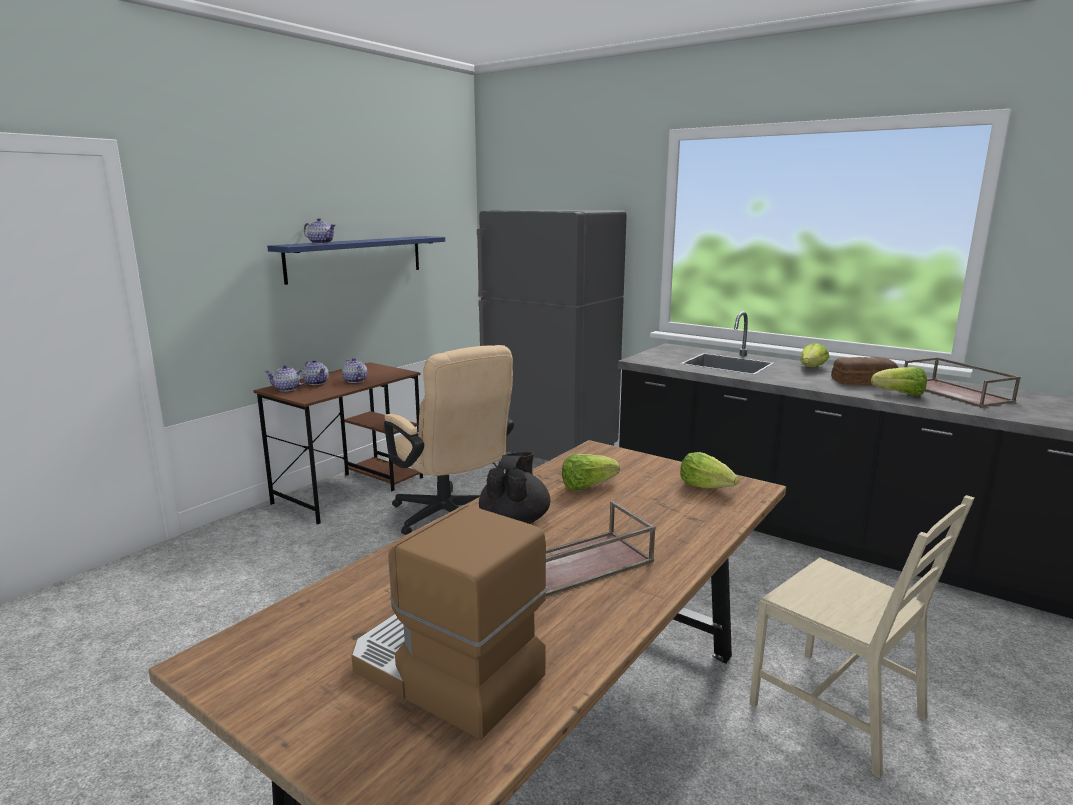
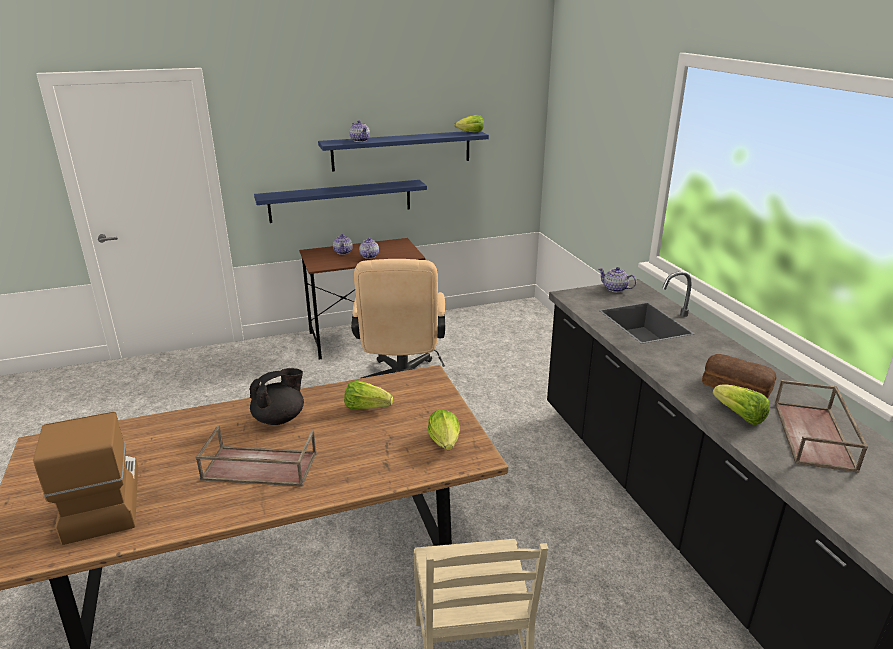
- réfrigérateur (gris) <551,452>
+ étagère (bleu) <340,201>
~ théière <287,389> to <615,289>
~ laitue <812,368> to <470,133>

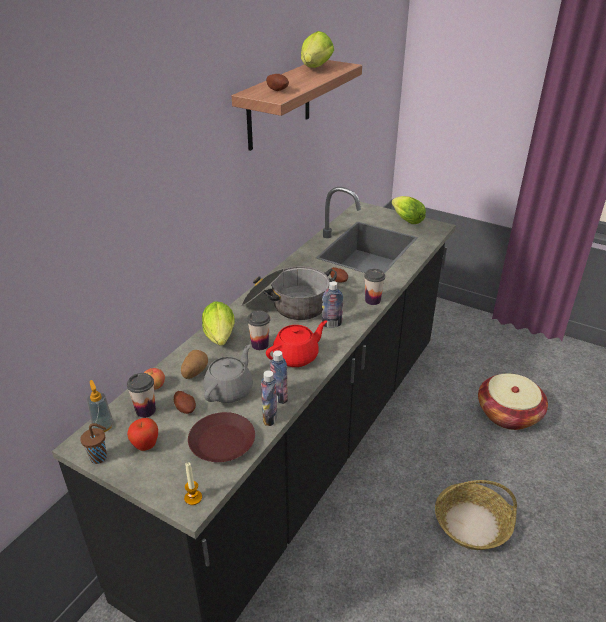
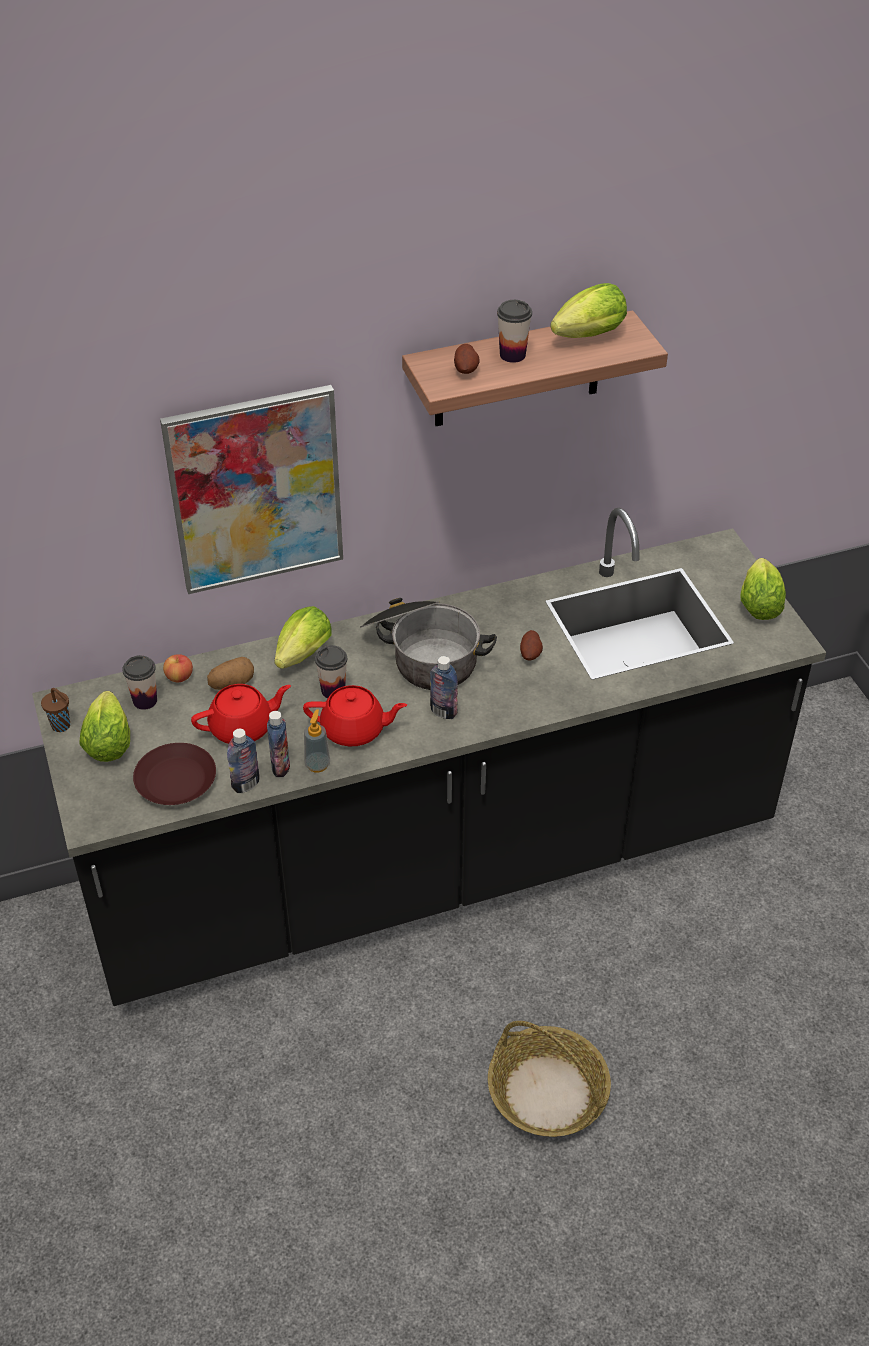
- pomme de terre <185,408>
- bougie <193,498>
- panier <508,414>
+ tableau <256,490>
~ distributeur de savon <103,426> to <317,764>
~ tasse <372,300> to <512,355>
~ pomme <146,446> to laitue <109,740>
~ théière (gris) <230,390> to théière (rouge) <243,727>

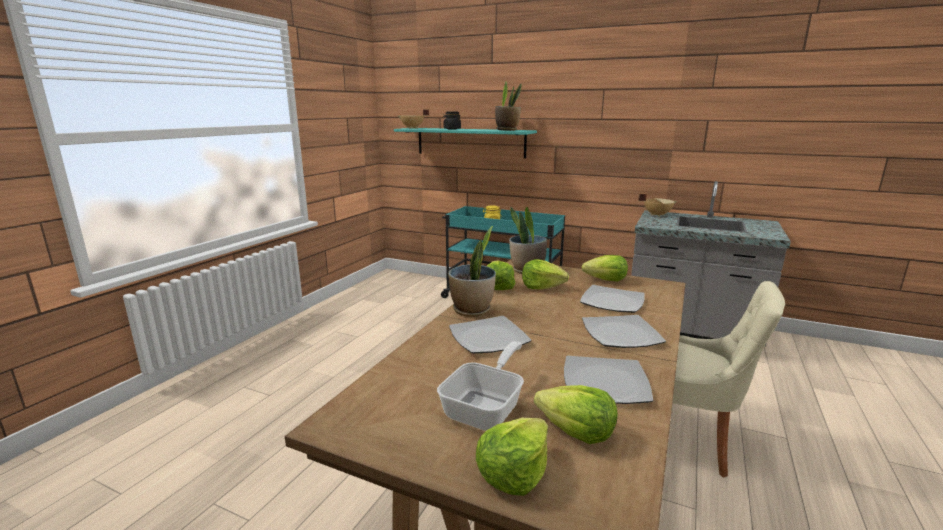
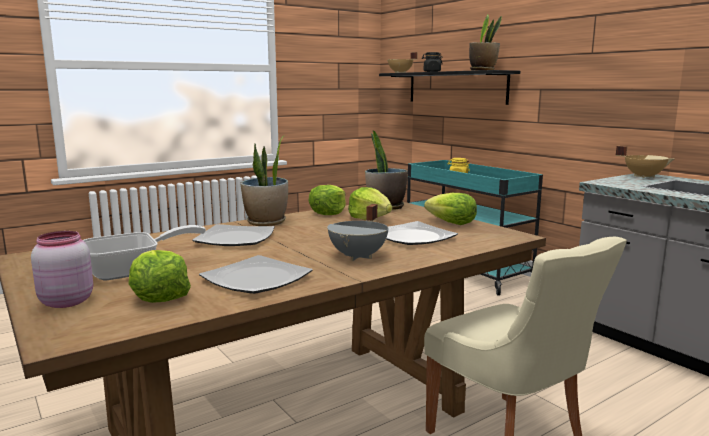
~ laitue <514,472> to bocal (rose) <65,301>
~ assiette <621,334> to marmite (gris) <359,257>
~ étagère (turquoise) <470,142> to étagère (noir) <455,87>

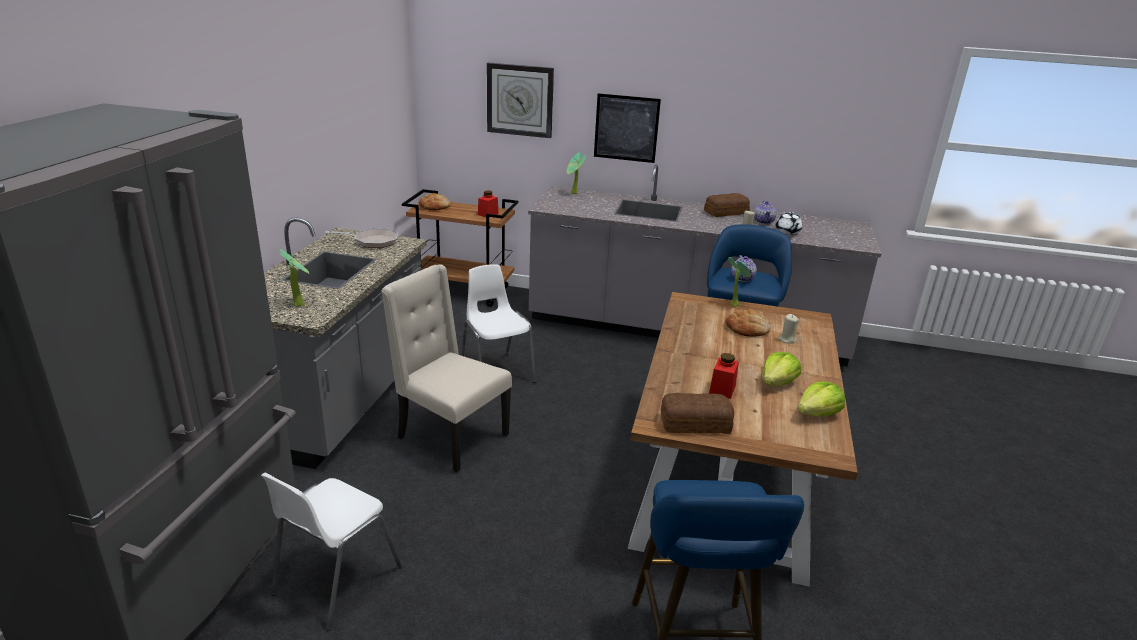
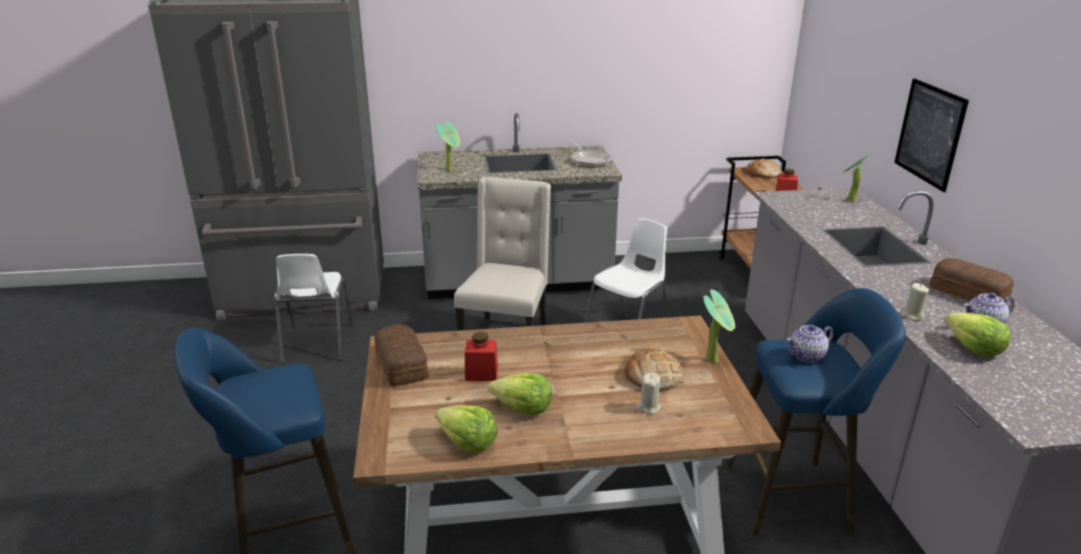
- horloge murale <520,100>
~ théière (blanc) <787,231> to laitue <973,348>
~ chaise (blanc) <335,581> = <316,344> 105 degrees counterclockwise

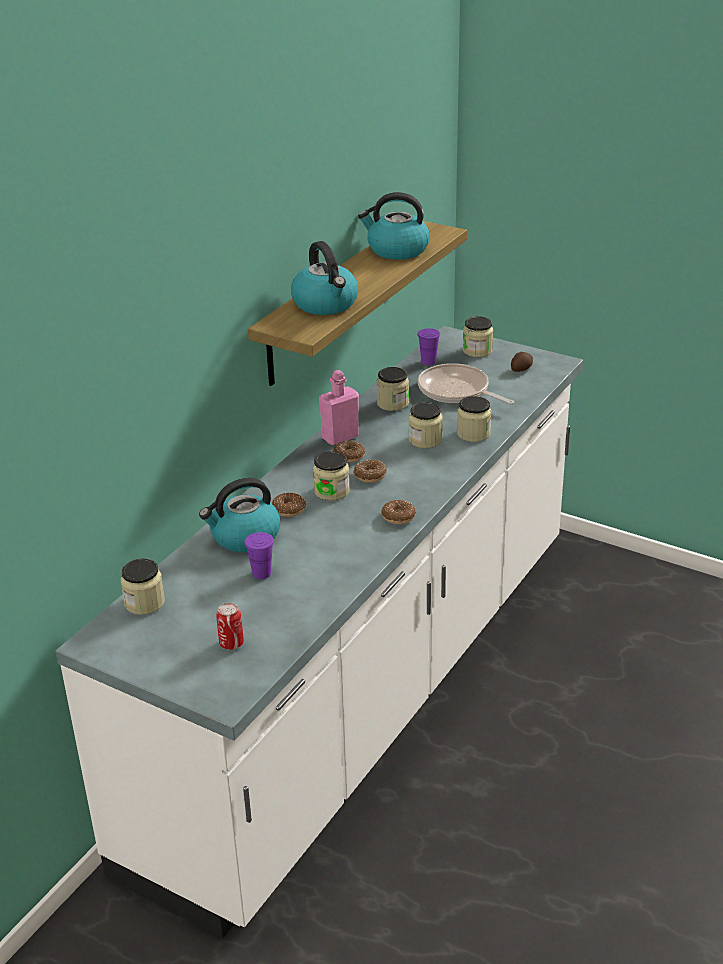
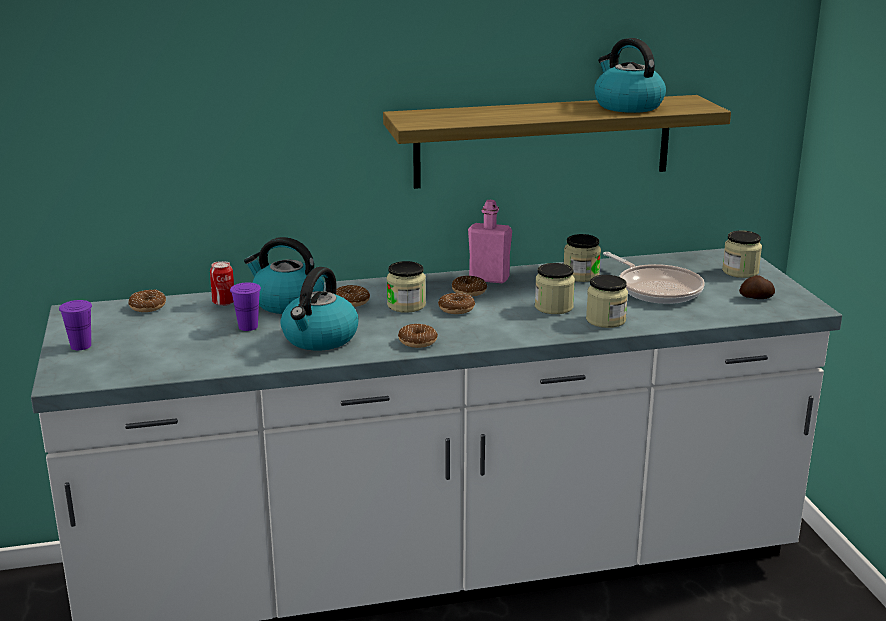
~ boîte métallique <231,643> to <223,302>
~ bouilloire <326,304> to <320,338>
~ tasse (violet) <428,361> to <81,346>
~ bocal <144,603> to beignet <147,307>
~ poêle <456,391> = <656,289> 150 degrees clockwise

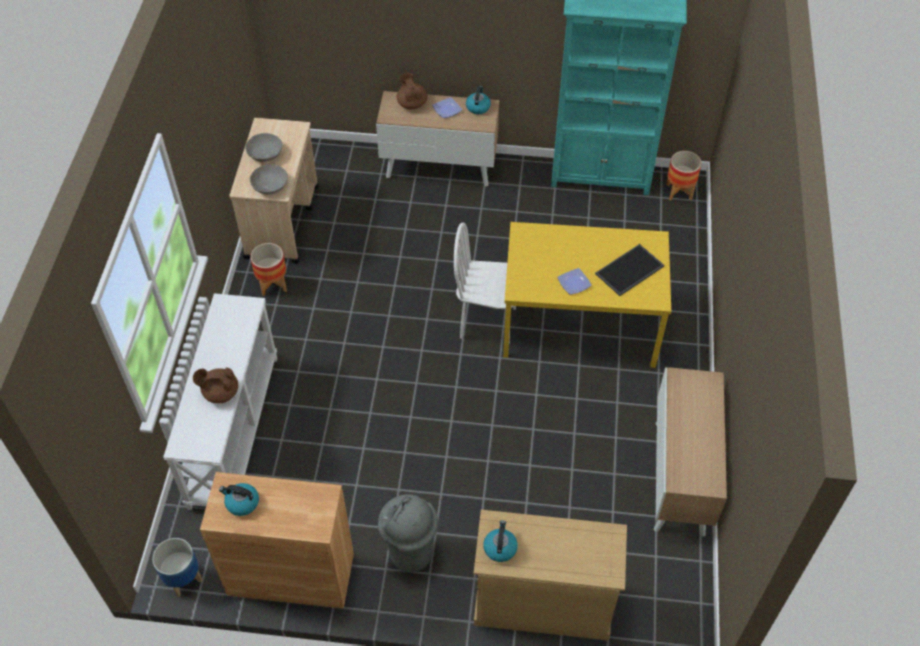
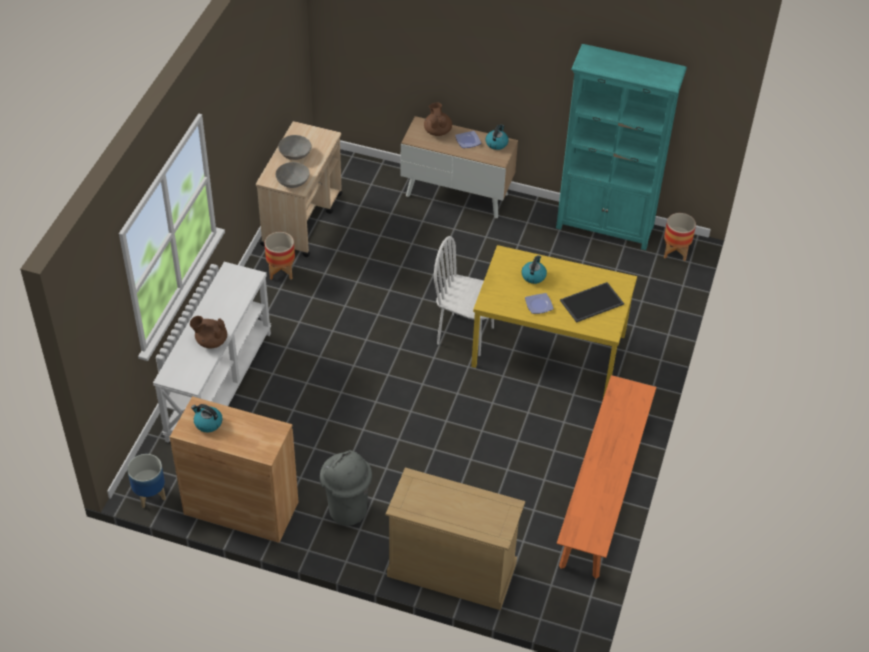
~ bouilloire <500,547> to <533,276>
~ meuble de rangement <680,478> to banc (orange) <602,493>

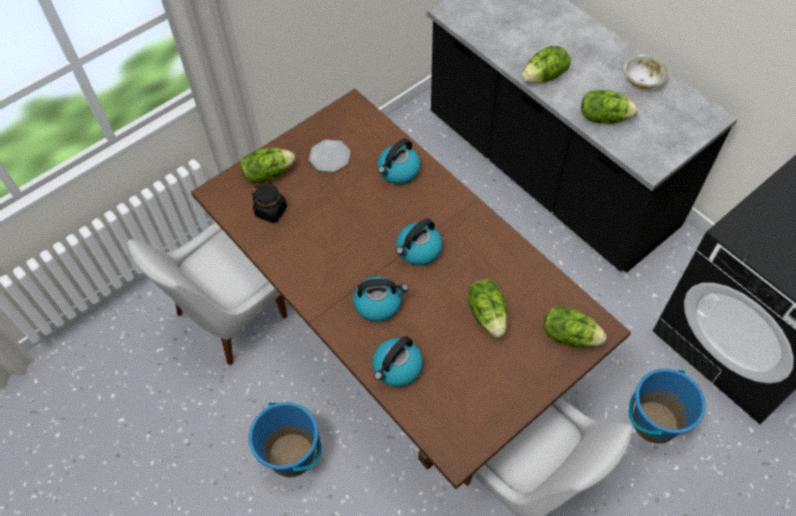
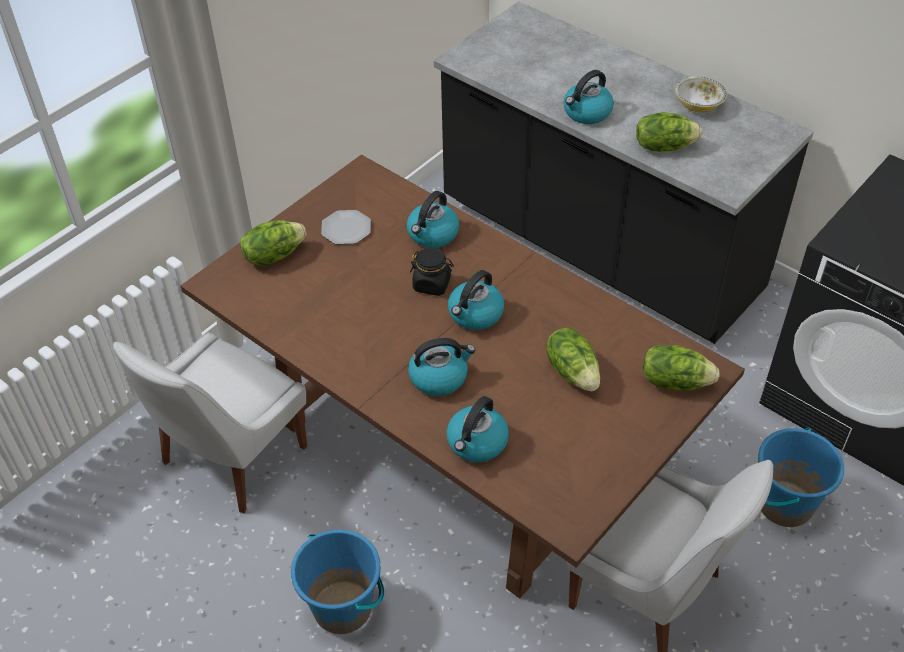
~ bocal (noir) <271,211> to <432,284>
~ laitue <545,77> to bouilloire <586,113>

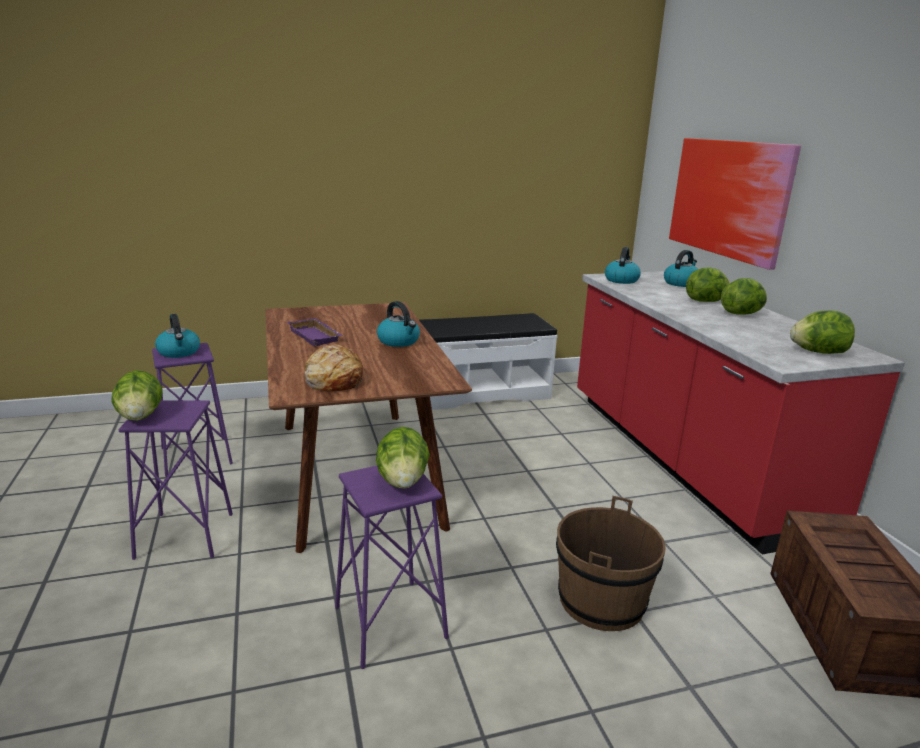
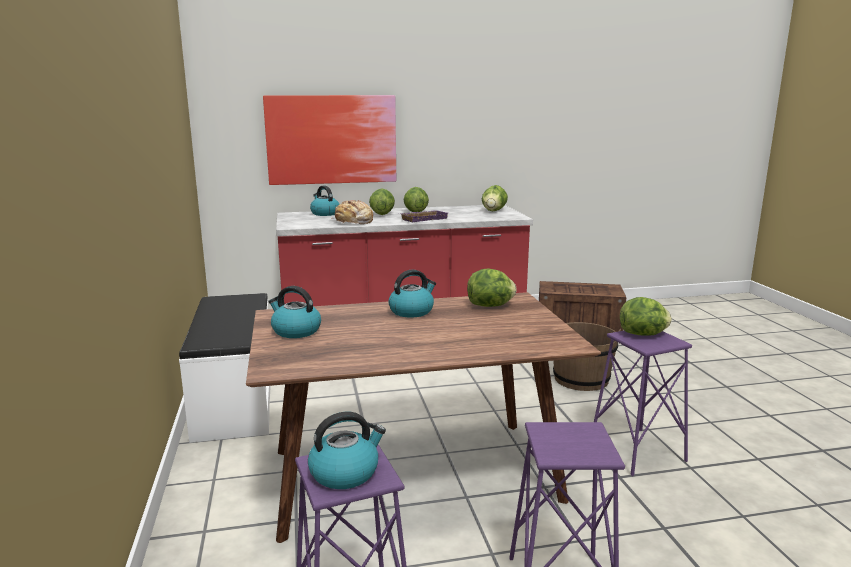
~ laitue <141,416> to <490,306>
~ plateau (violet) <316,336> to <424,219>
~ pain <334,380> to <353,222>
~ bouilloire <621,280> to <295,331>

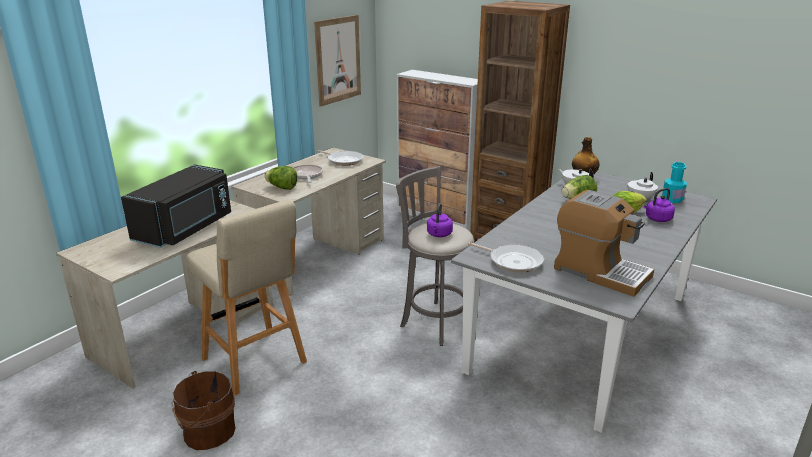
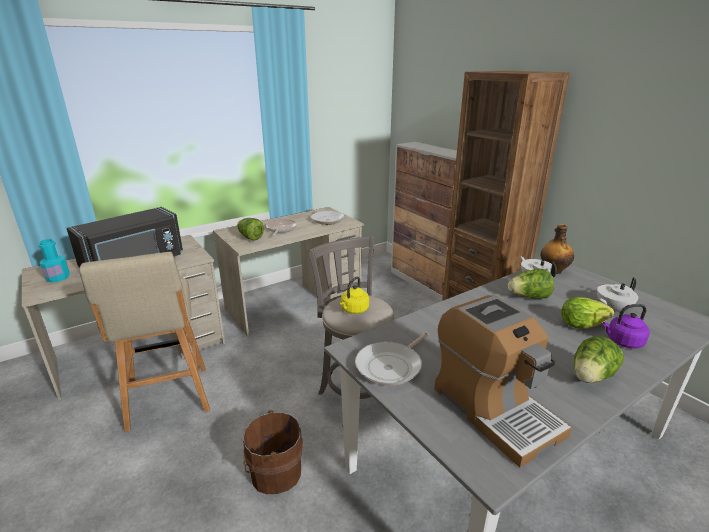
- tableau <338,60>
+ laitue <591,377>
~ seau (marron) <206,432> to <273,472>
~ bouteille (turquoise) <672,199> to <58,277>
~ bouilloire (violet) <439,234> to bouilloire (jaune) <354,310>
~ poêle <513,261> = <391,366> 75 degrees clockwise

